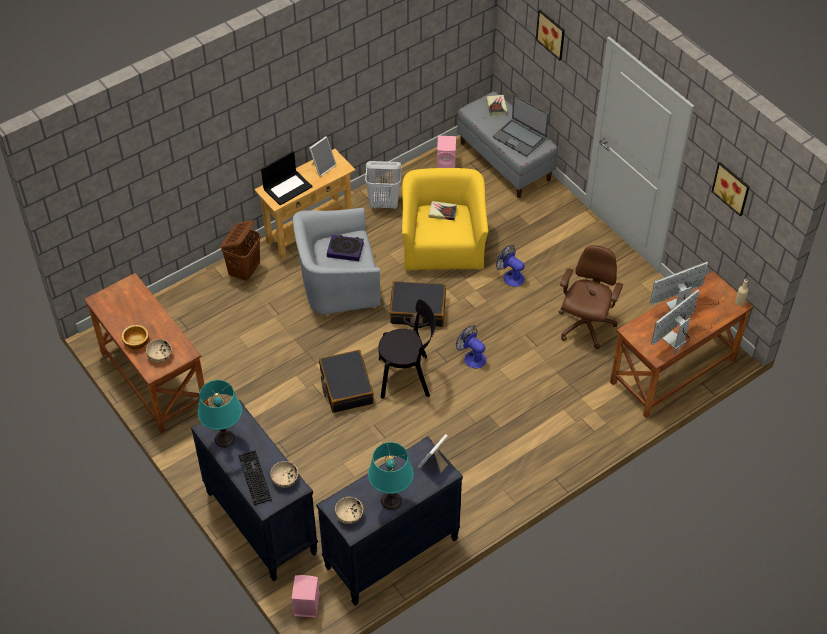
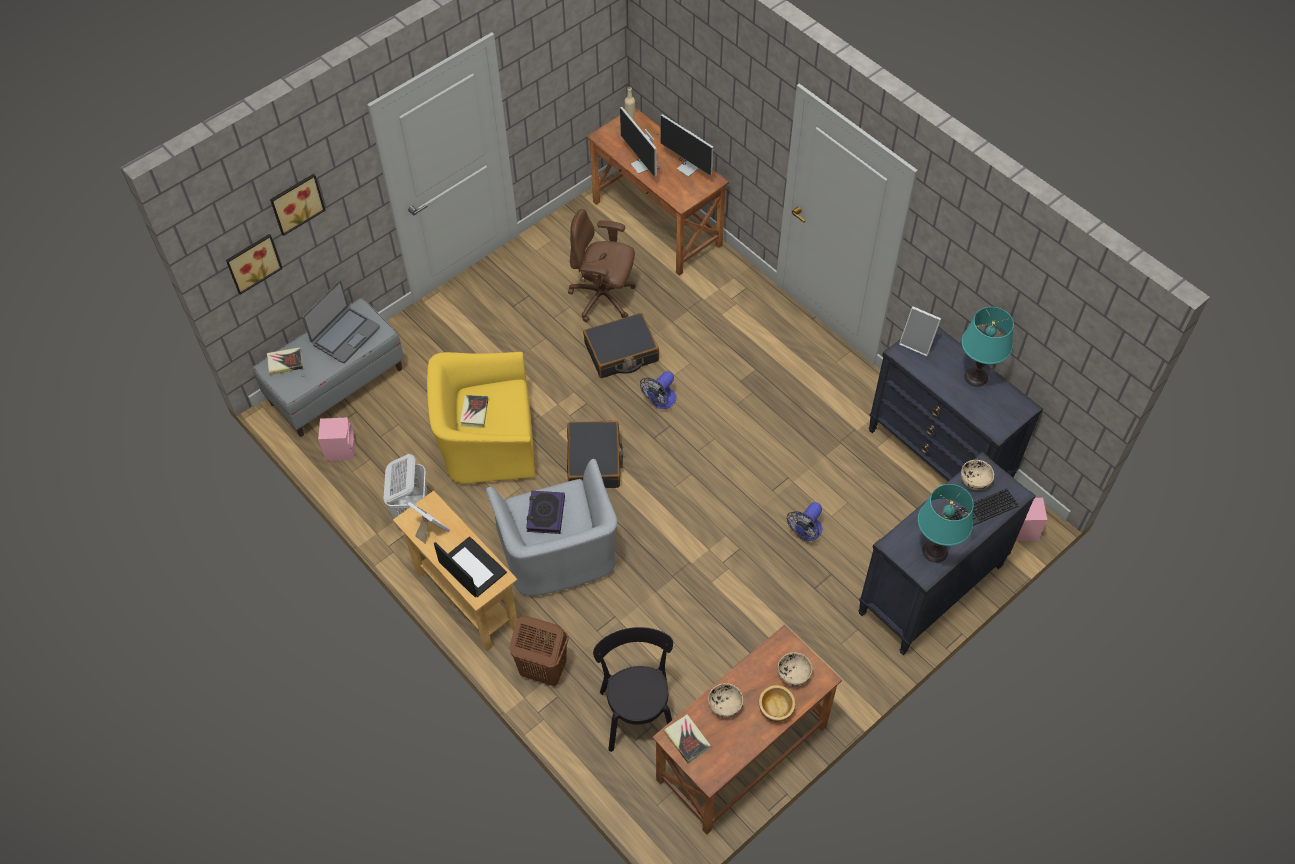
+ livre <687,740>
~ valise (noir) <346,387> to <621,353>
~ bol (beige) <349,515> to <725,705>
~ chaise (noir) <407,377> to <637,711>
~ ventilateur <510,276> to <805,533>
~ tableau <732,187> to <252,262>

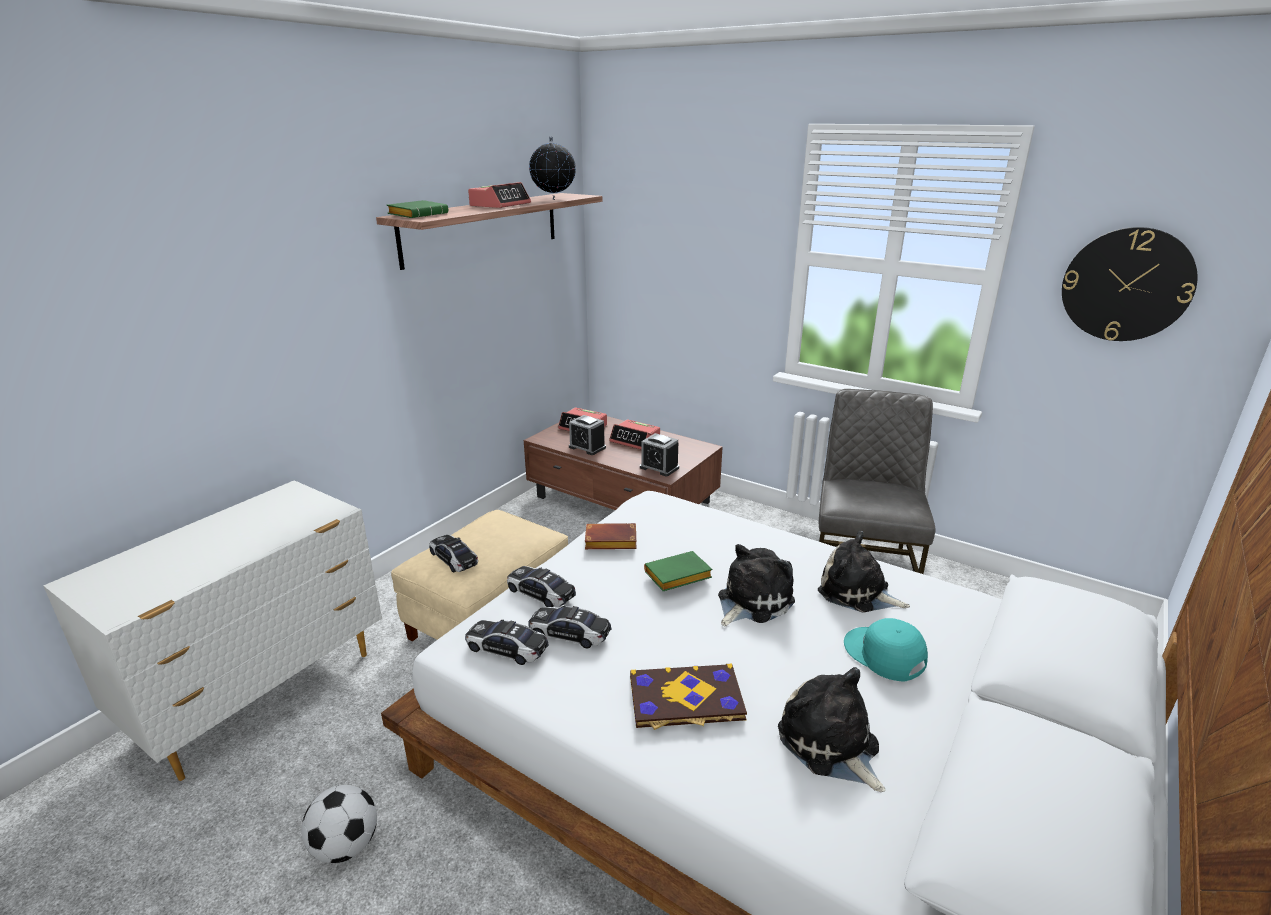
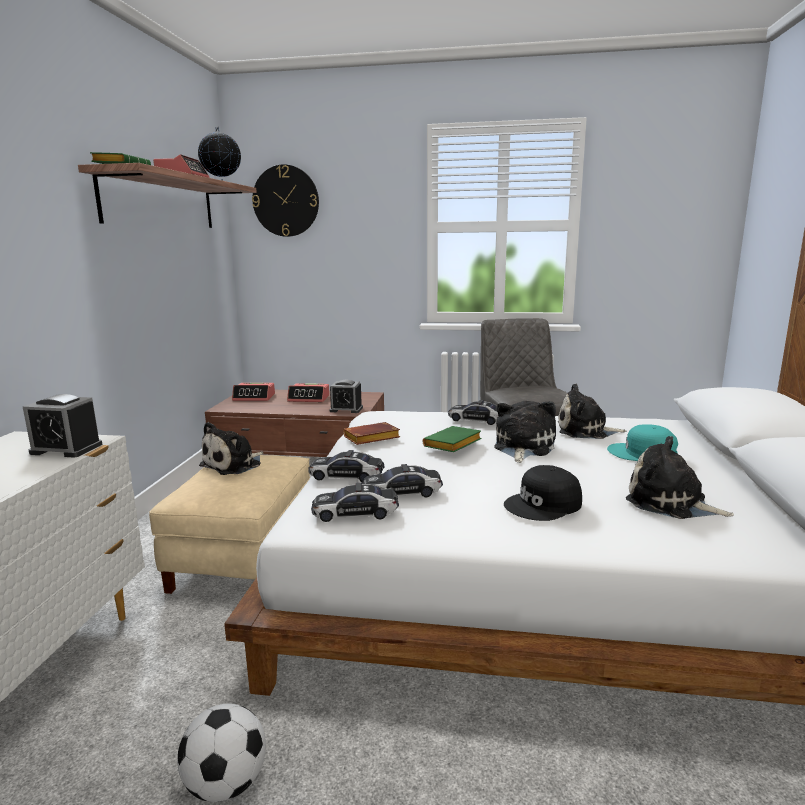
+ peluche <234,465>
~ petite voiture <454,559> to <477,420>
~ réveil <587,447> to <66,449>
~ horloge murale <1126,285> to <286,201>
~ livre <686,699> to casquette (noir) <544,504>

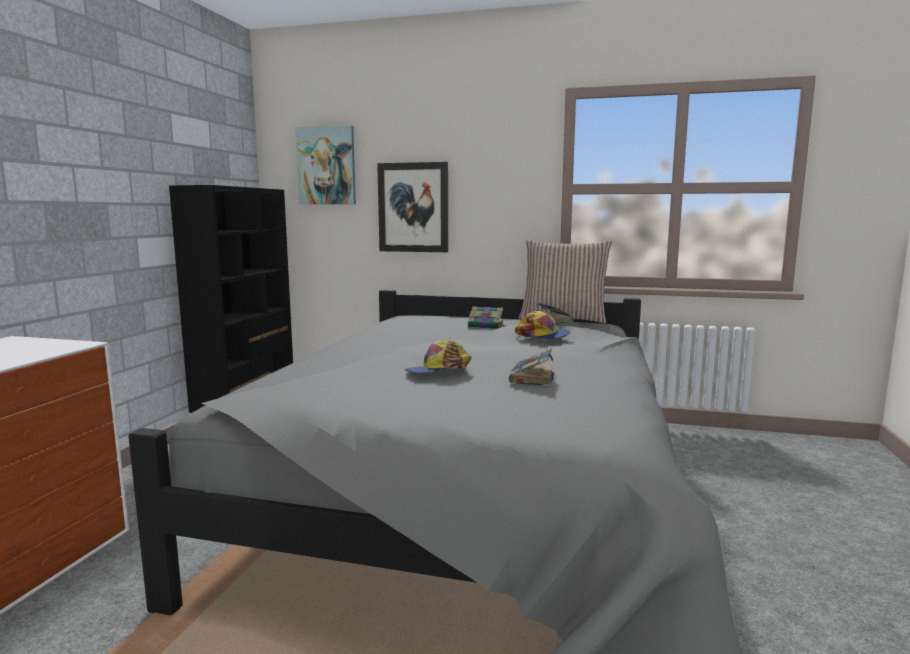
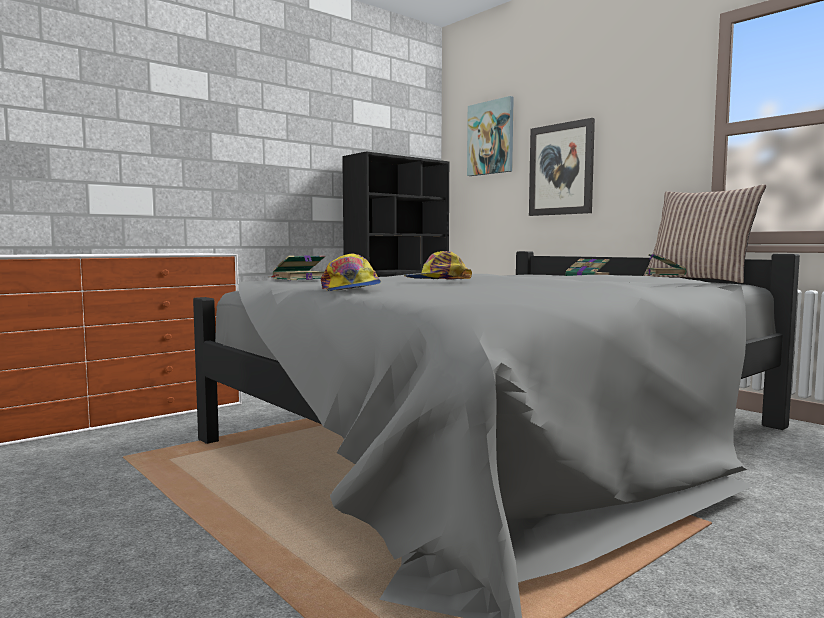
~ livre <532,379> to <298,279>
~ casquette <543,335> to <351,289>

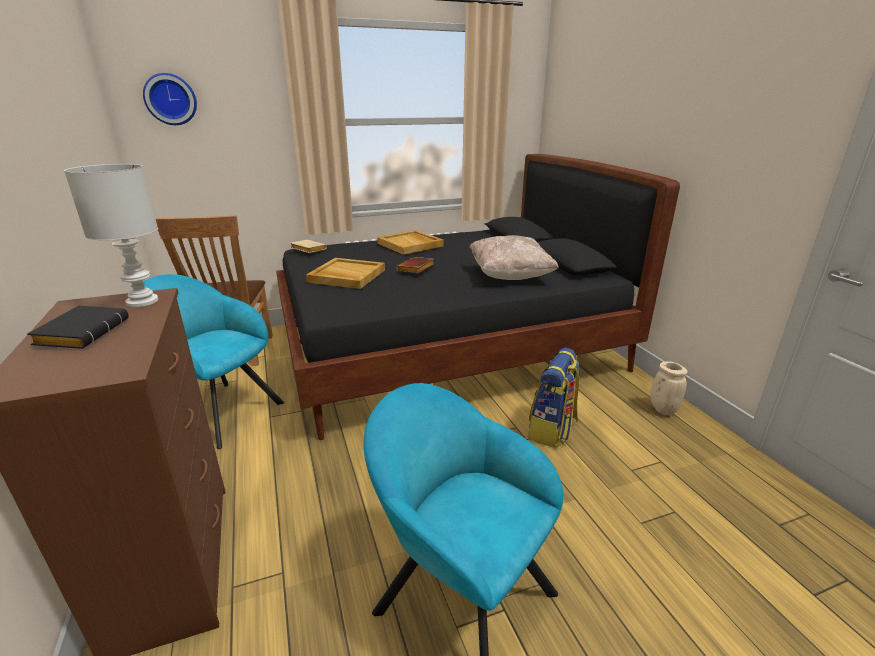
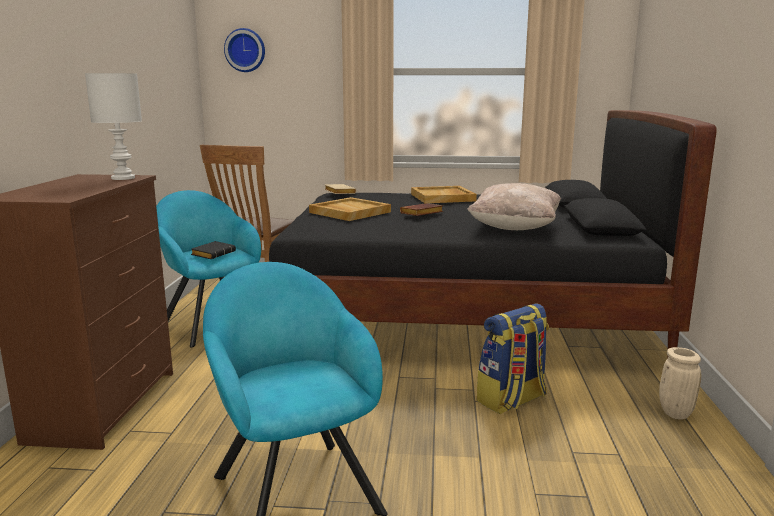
~ livre (noir) <83,332> to <213,254>

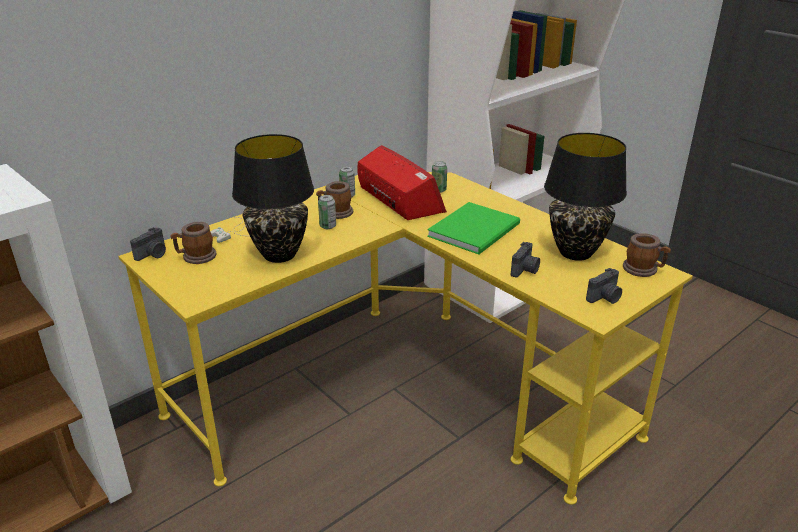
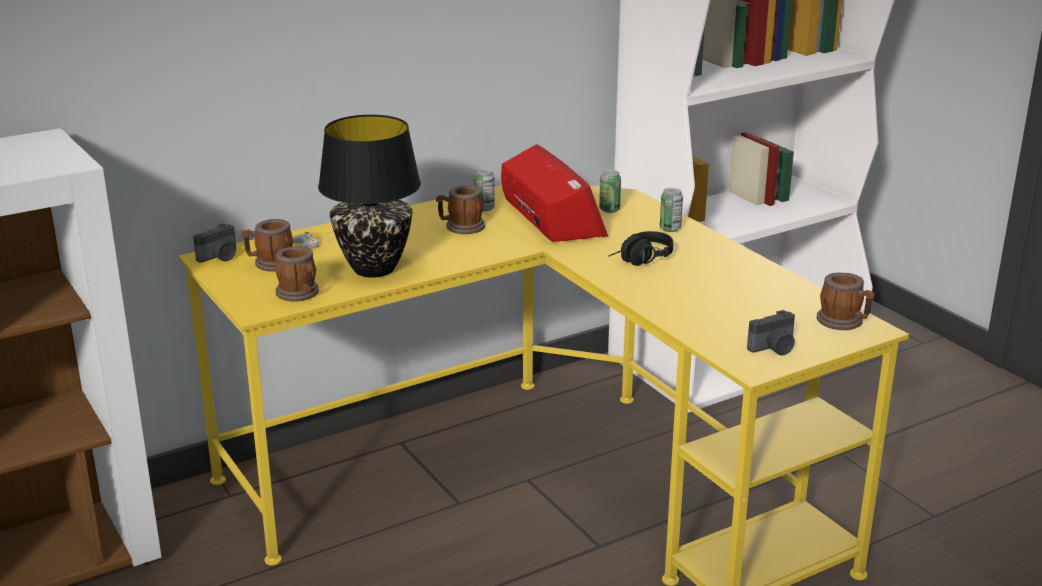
- appareil photo <525,270>
- lampe de table (noir) <576,253>
+ mug <300,294>
~ boîte métallique <327,226> to <670,228>
~ livre (vert) <477,230> to casque audio (noir) <640,260>

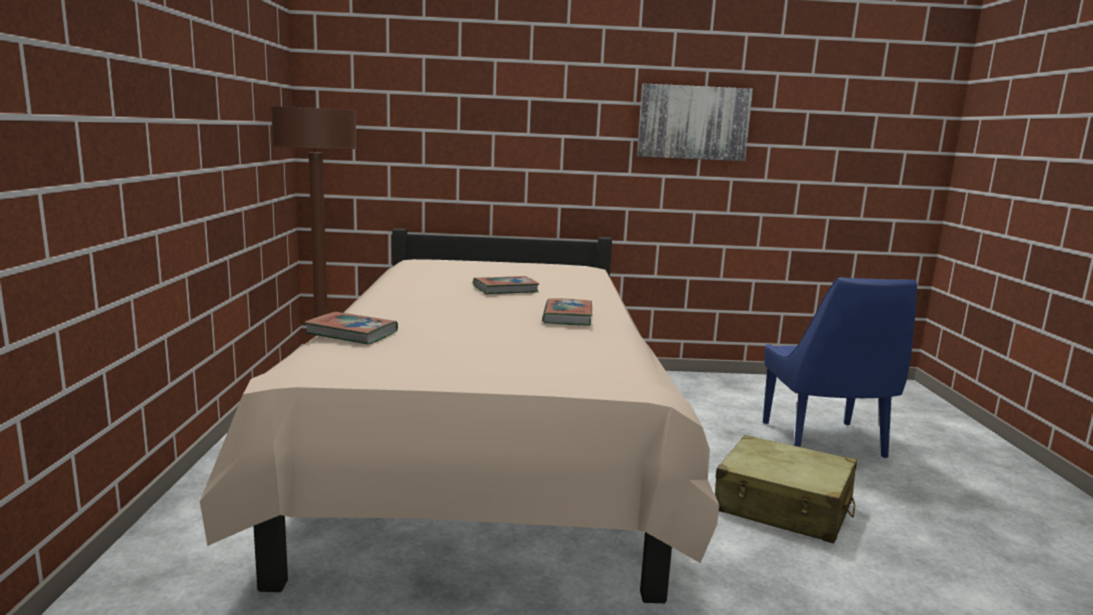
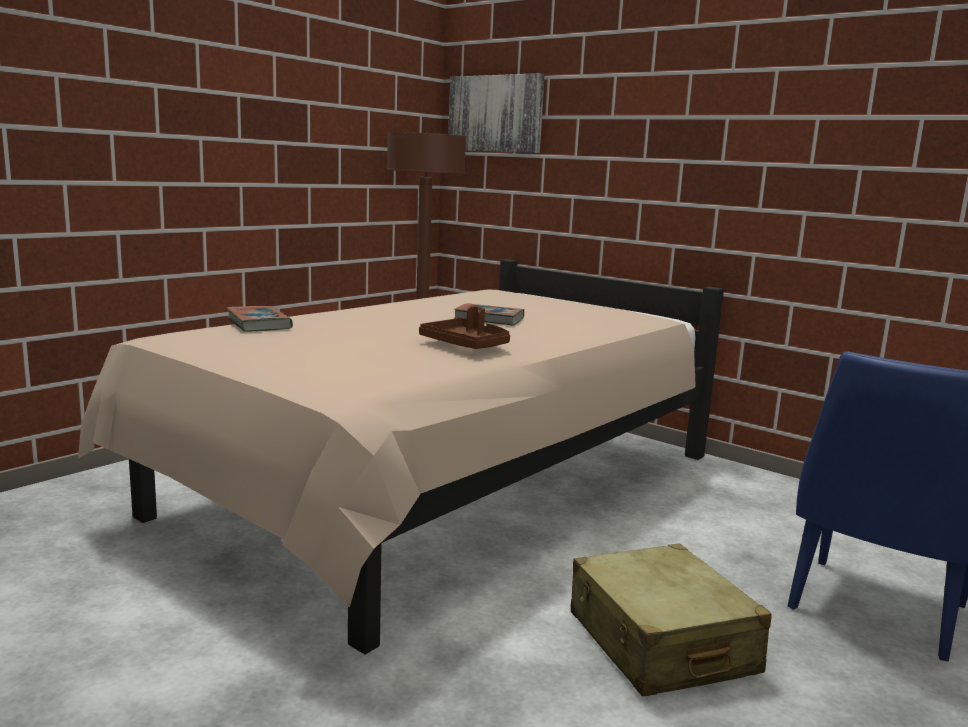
~ tableau <693,123> to <496,114>
~ livre <567,317> to plateau (marron) <467,345>

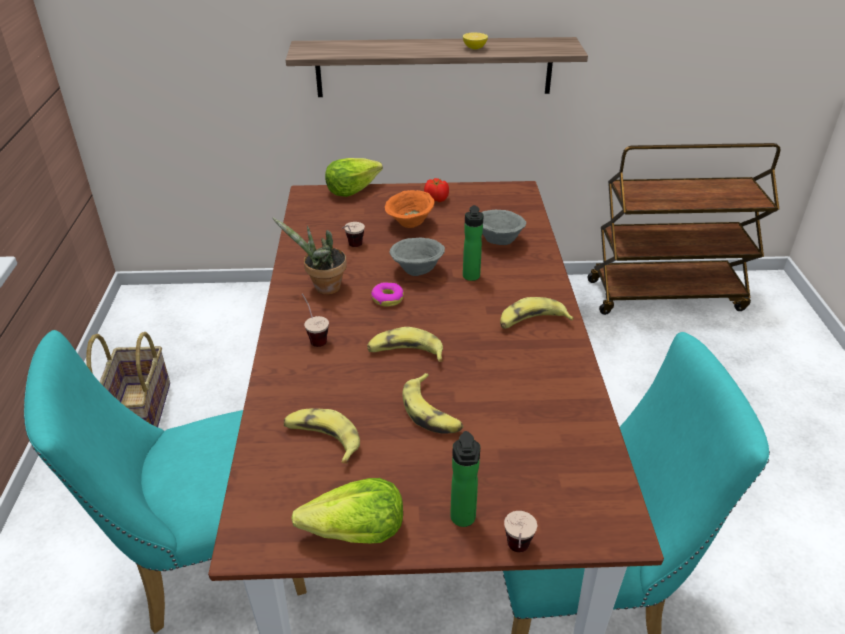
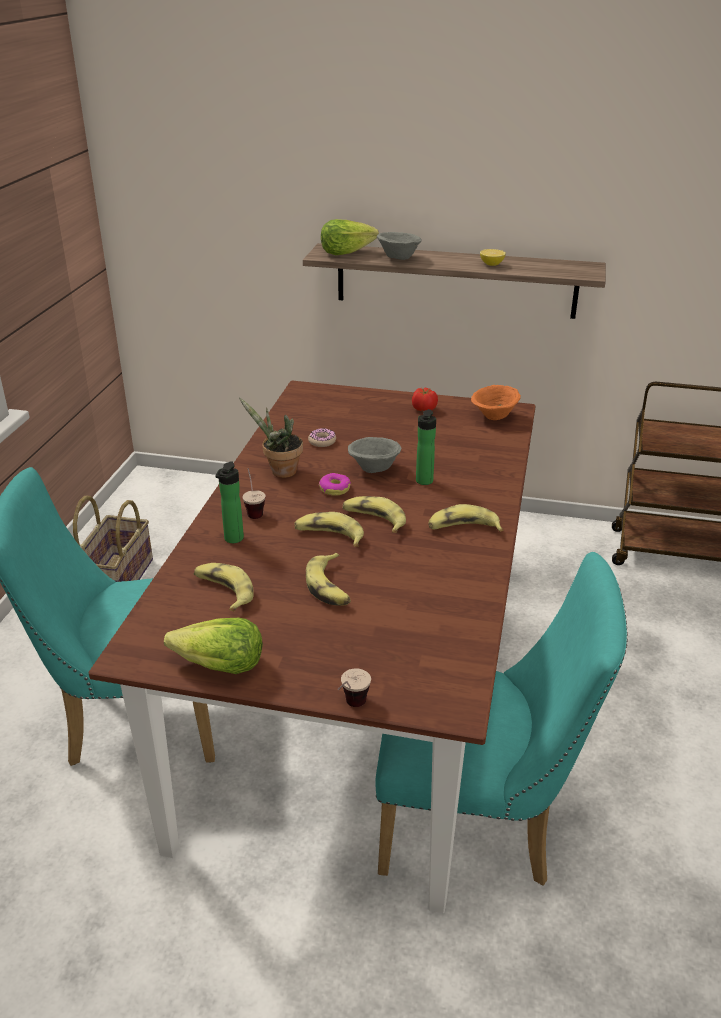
+ banane <374,520>
~ laitue <352,189> to <346,252>
~ bol (orange) <410,224> to <495,417>
~ bouteille <463,520> to <232,540>
~ bol (gris) <498,241> to <398,258>
~ tasse <352,248> to beignet <322,441>

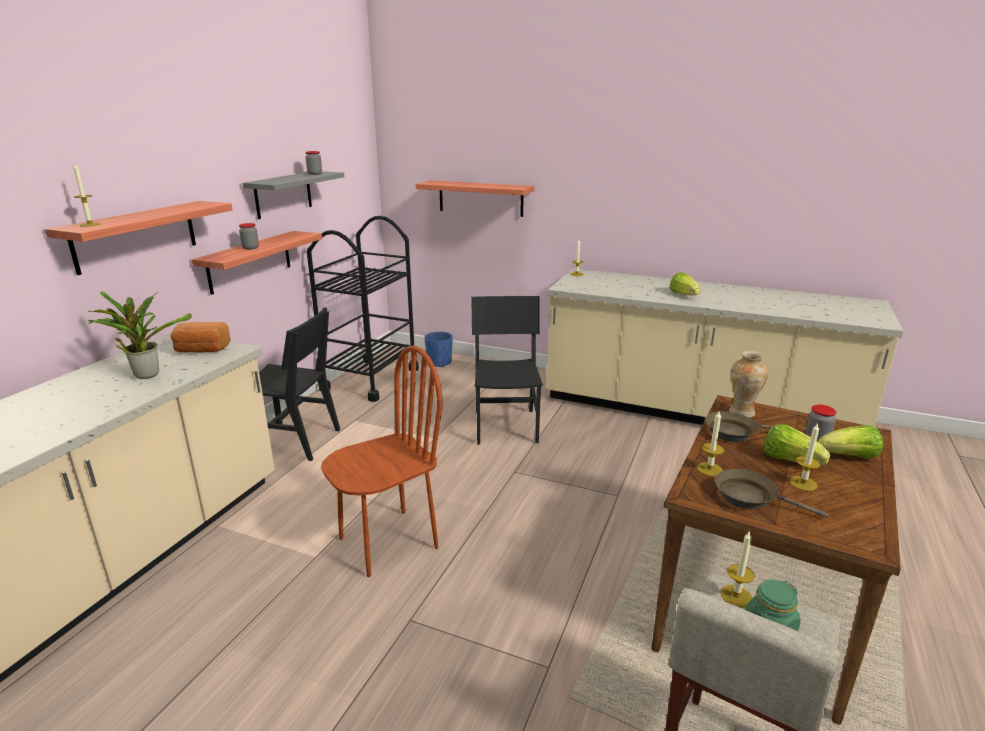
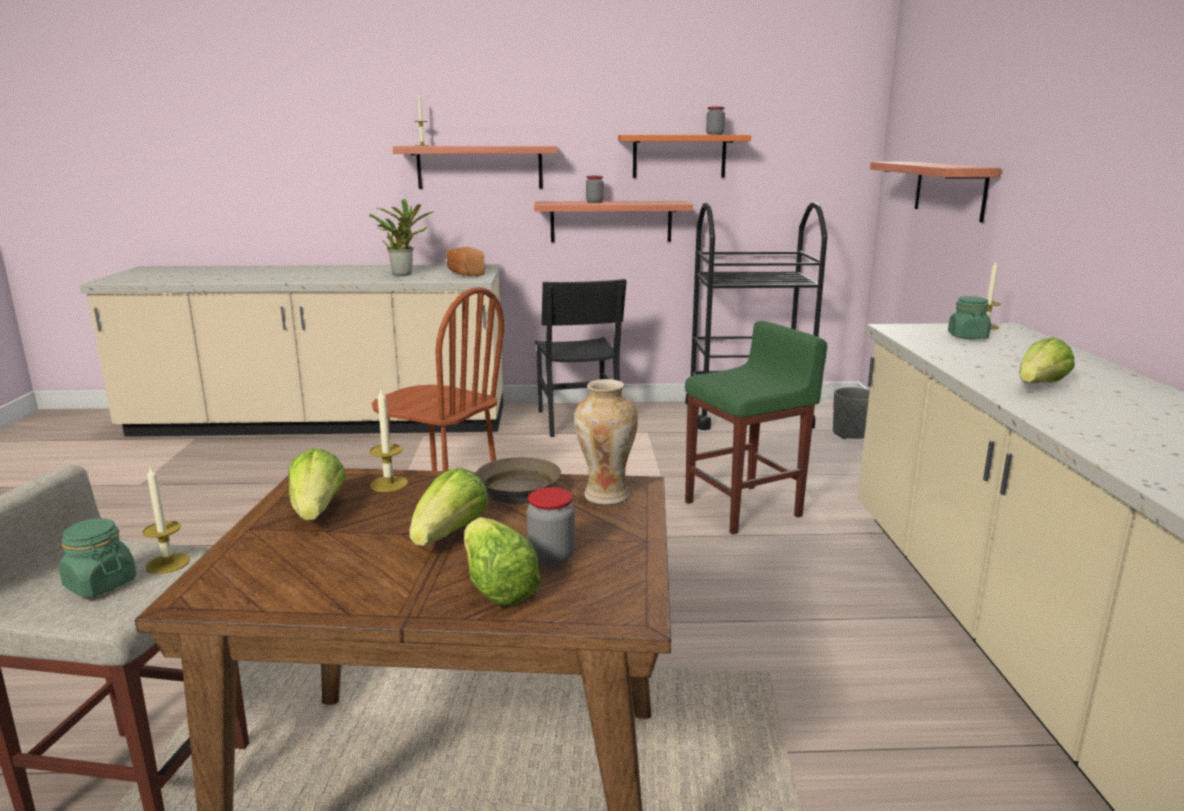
- bougie <803,483>
+ bocal (vert) <967,337>
~ chaise (noir) <506,426> to tabouret (vert) <744,508>
~ poêle (marron) <750,497> to laitue <317,511>
~ étagère (gris) <283,194> to étagère (orange) <679,156>
~ cache-pot (bleu) <439,363> to cache-pot (gris) <851,434>

